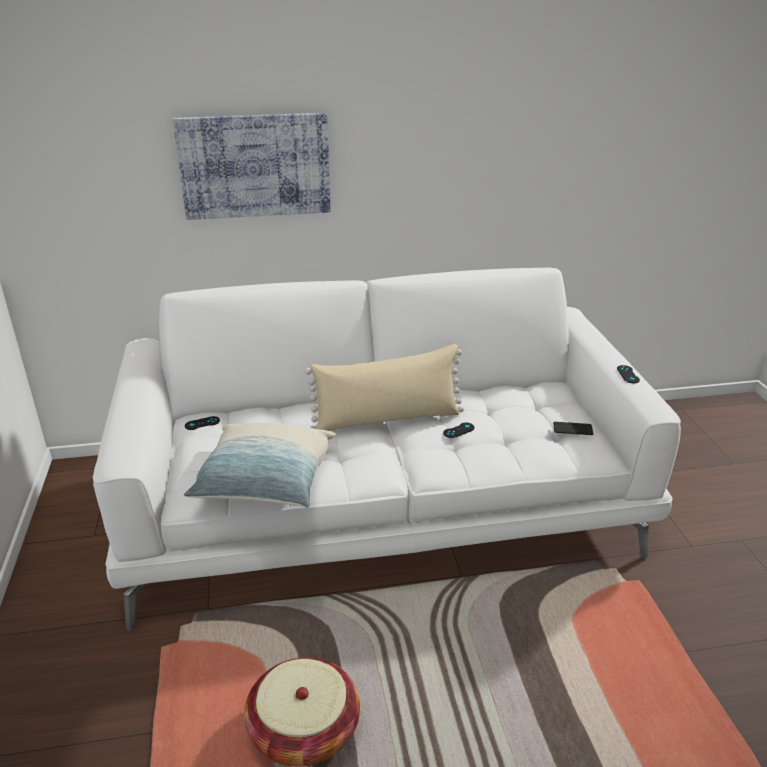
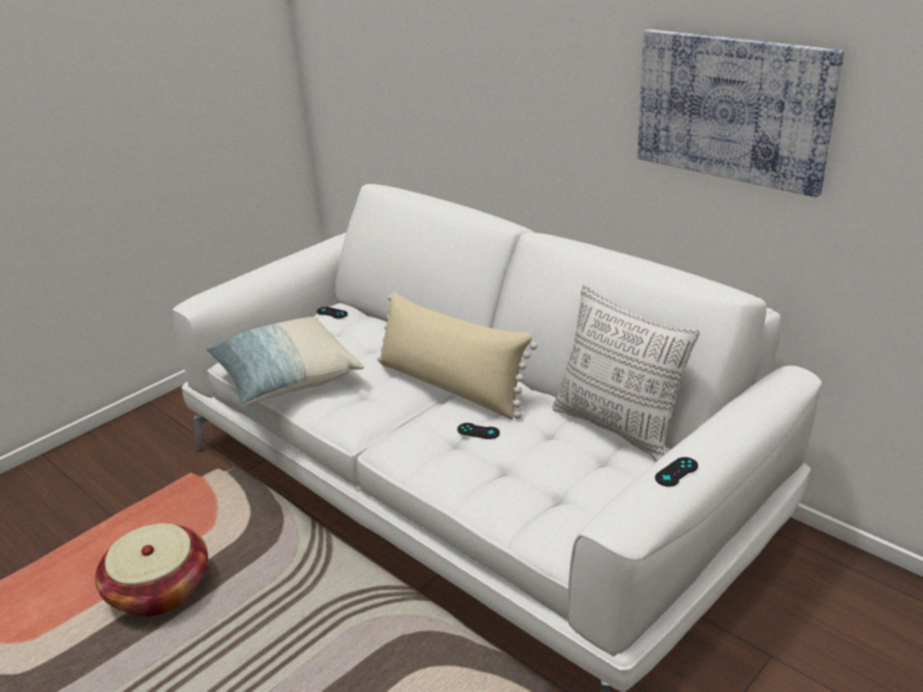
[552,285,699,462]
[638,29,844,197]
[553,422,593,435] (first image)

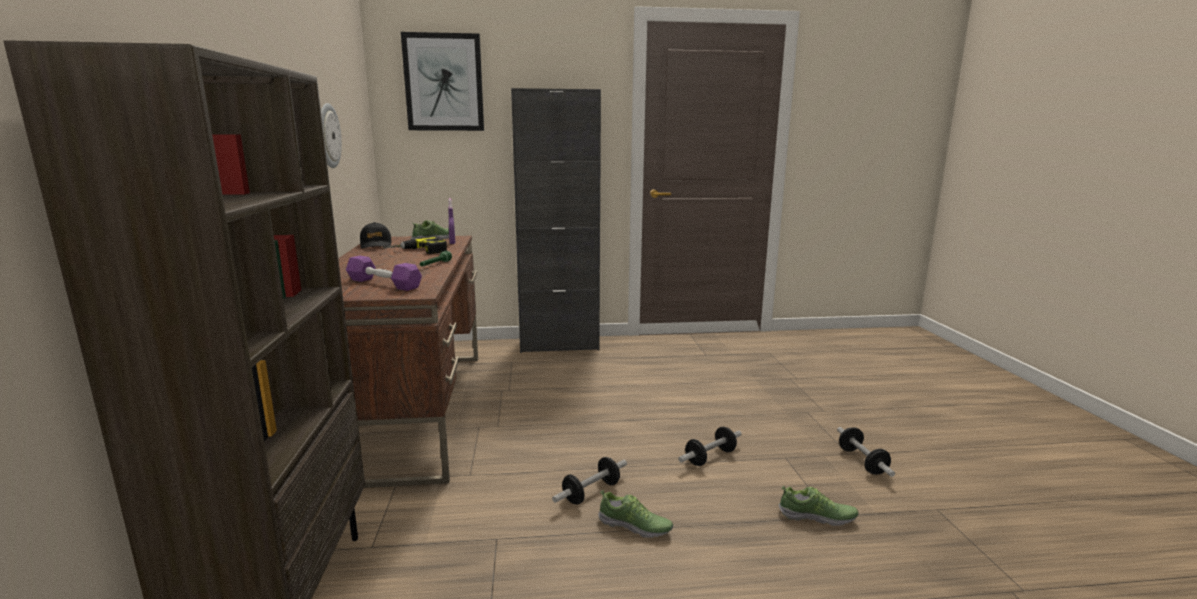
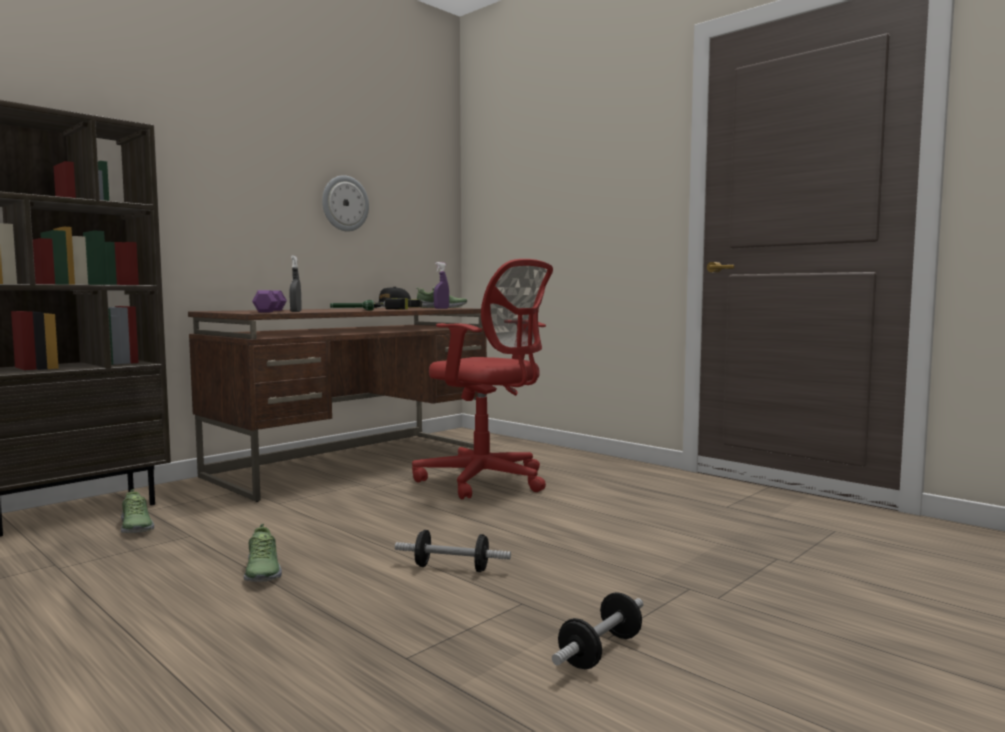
[121,489,154,533]
[290,256,302,312]
[412,259,553,499]
[401,32,484,131] (first image)
[511,88,601,353] (first image)
[552,457,627,504] (first image)

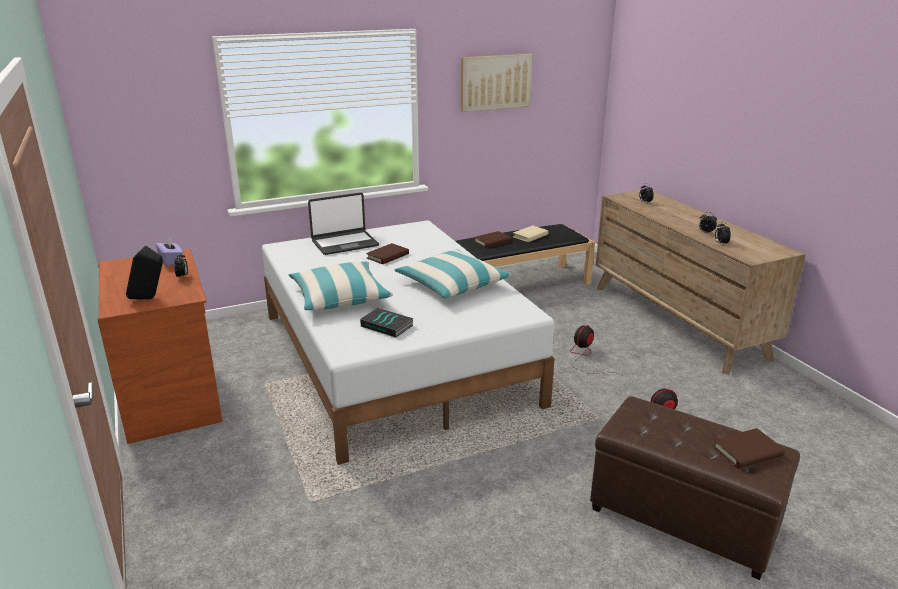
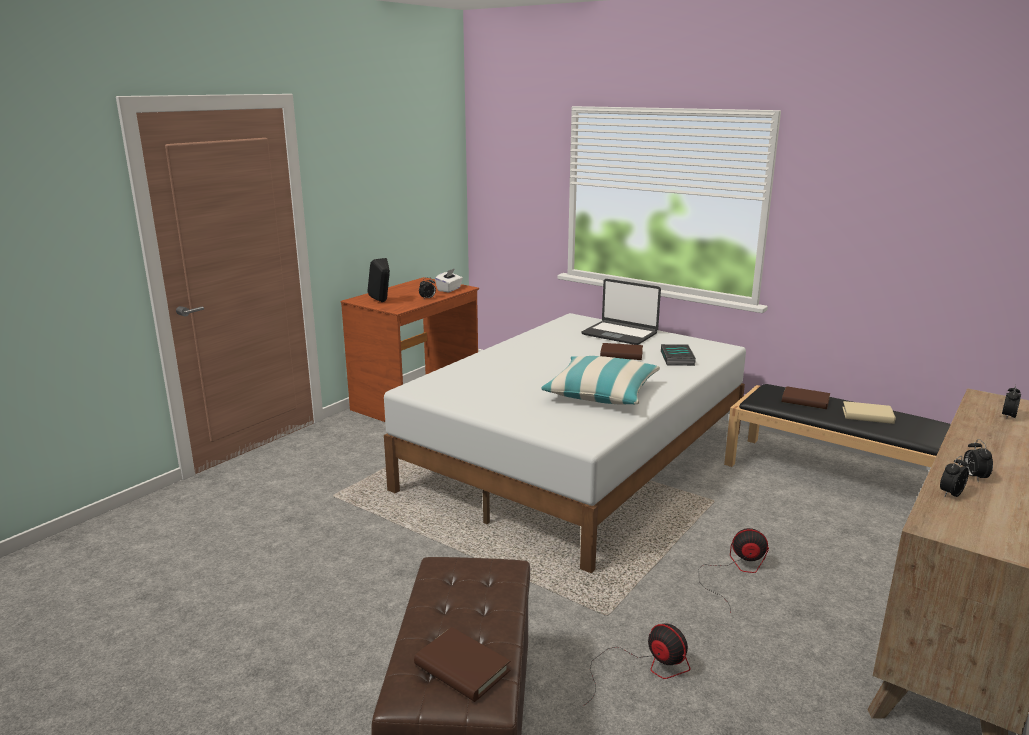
[435,268,463,292]
[661,344,696,366]
[289,261,393,310] (first image)
[461,54,533,112] (first image)

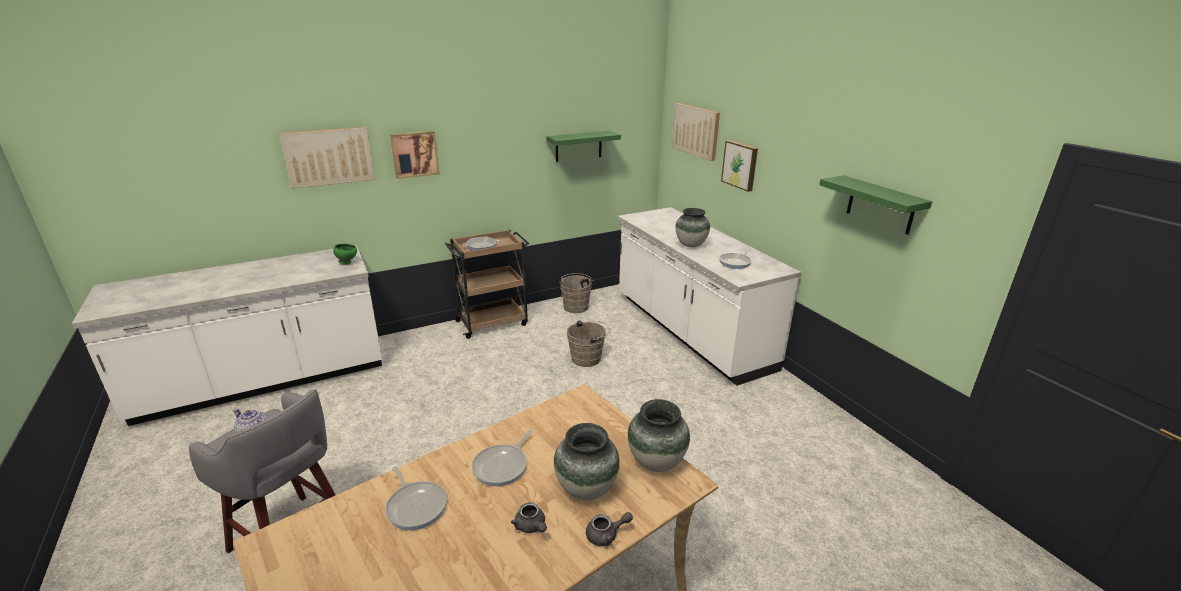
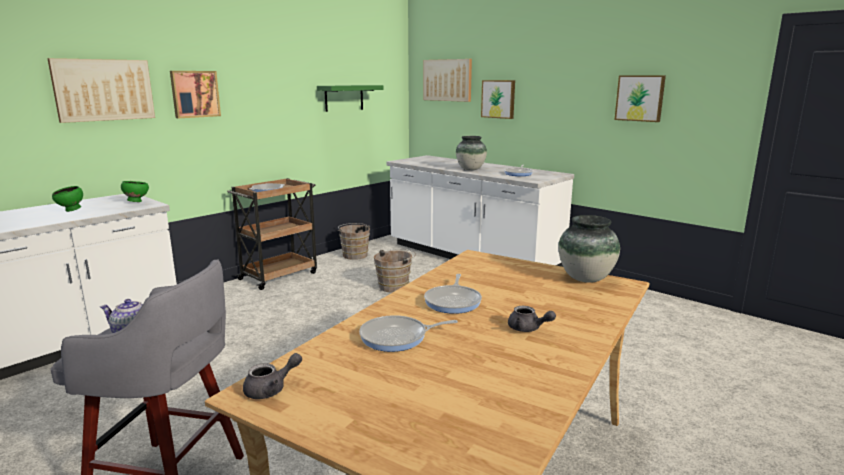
[52,186,83,212]
[243,353,302,399]
[359,315,458,352]
[615,75,666,122]
[554,423,620,501] (first image)

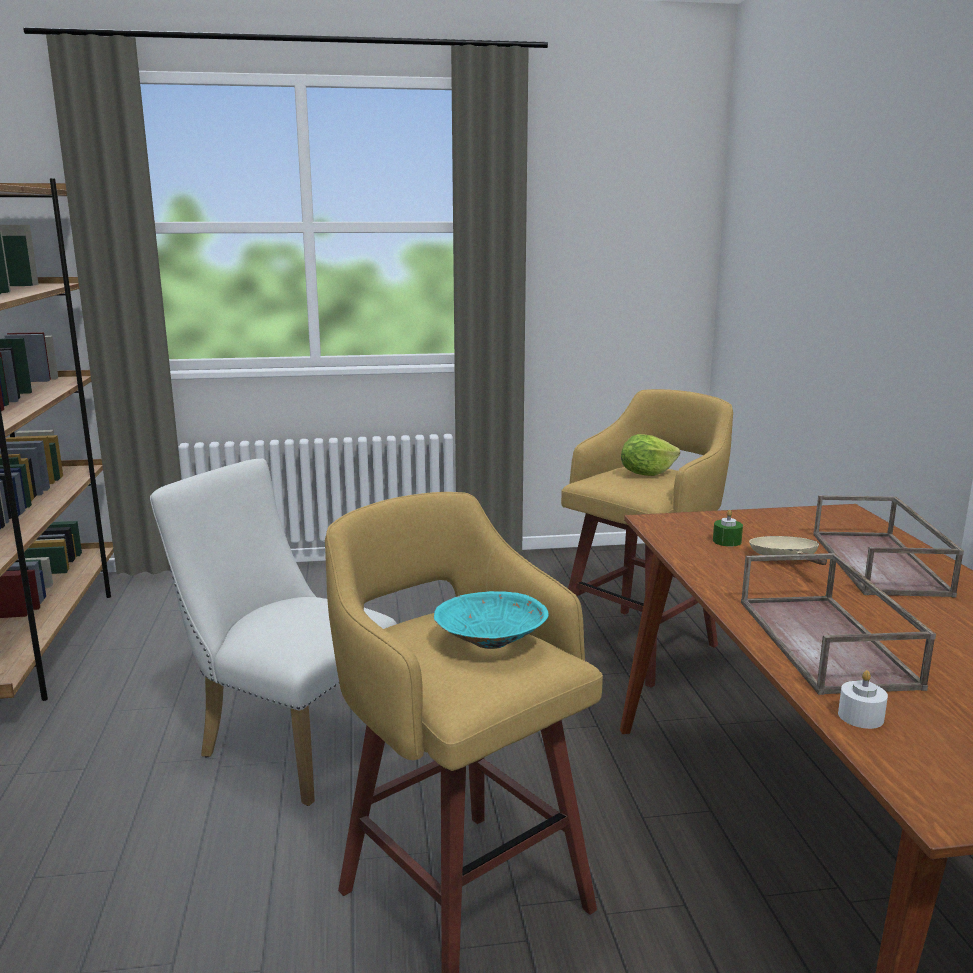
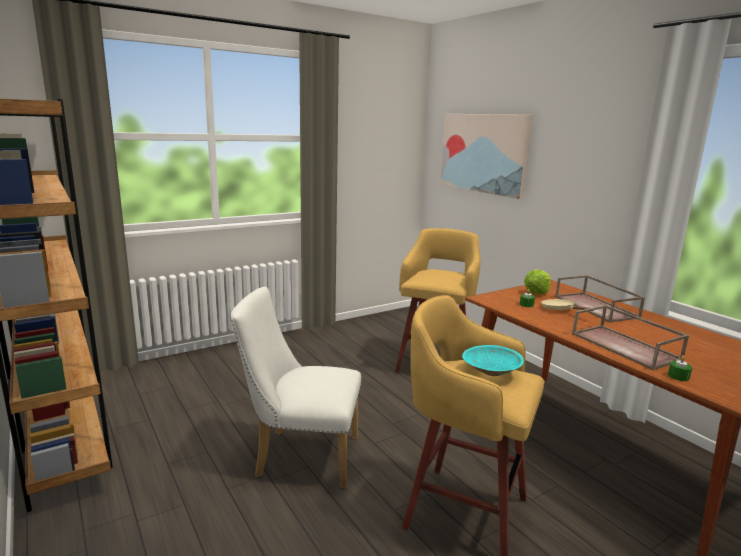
[440,114,533,199]
[524,270,551,294]
[668,356,692,381]

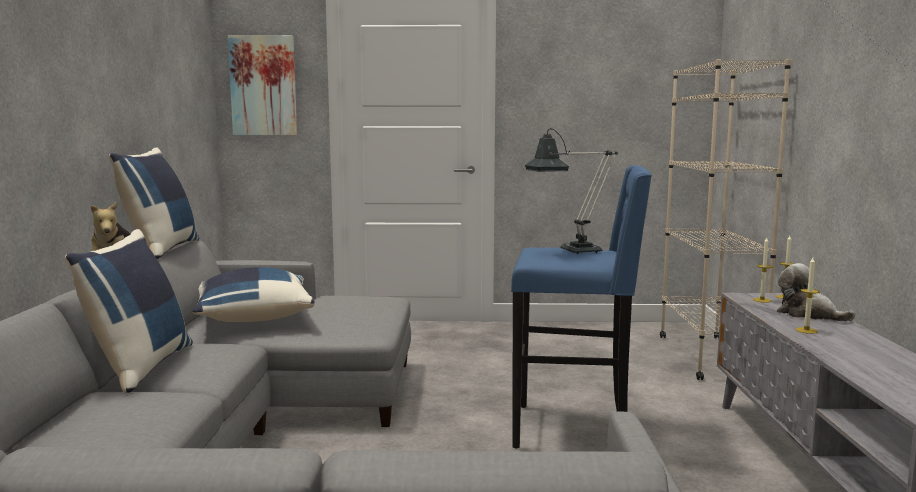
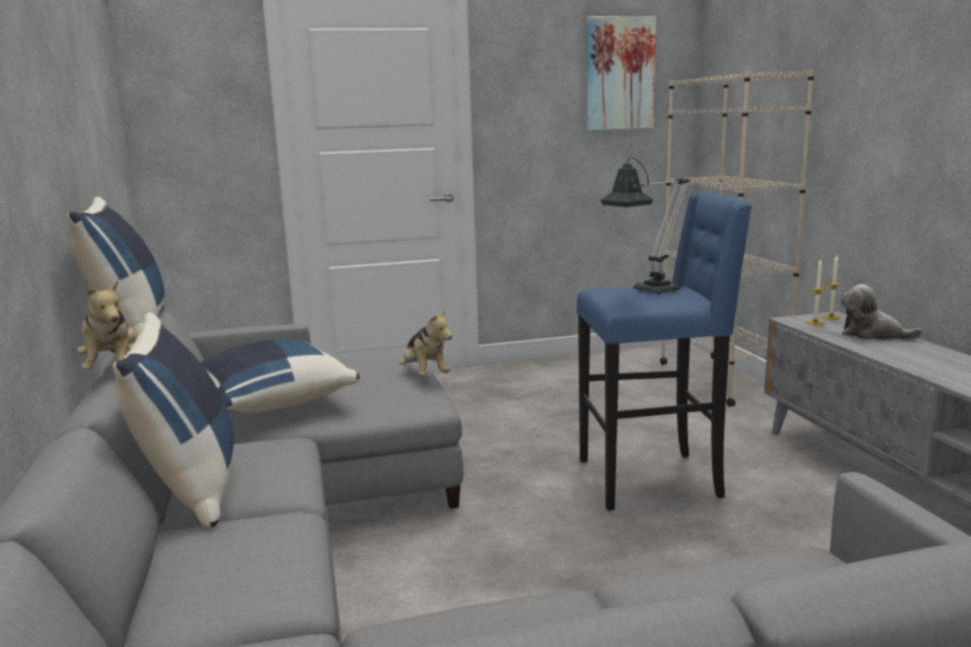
[399,309,452,376]
[587,16,656,130]
[795,258,820,334] (first image)

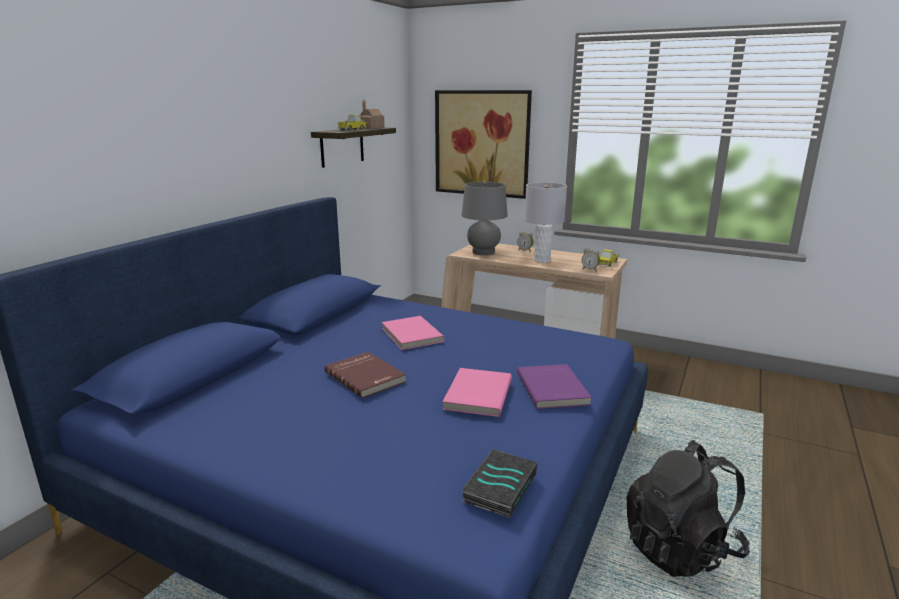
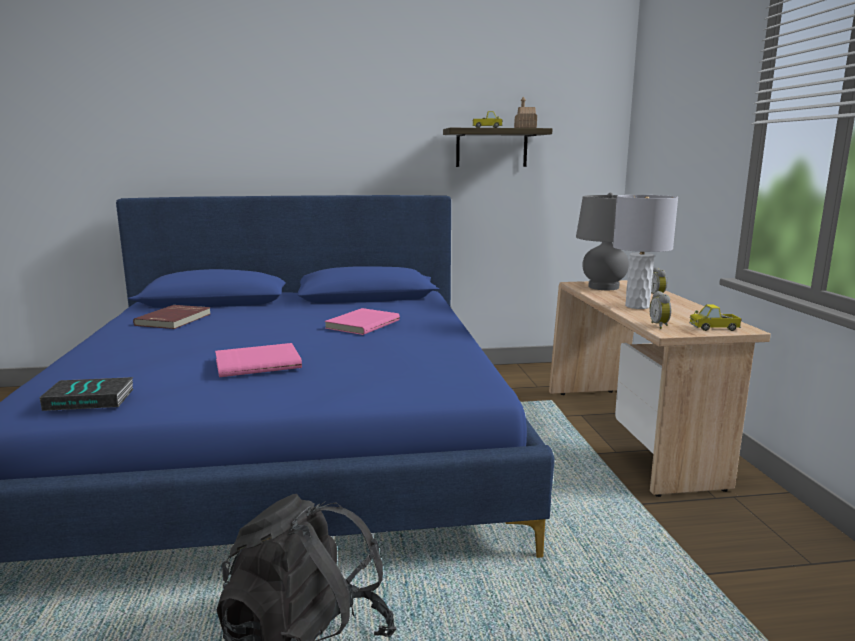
[133,305,211,329]
[435,90,532,199] (first image)
[517,364,592,409] (first image)

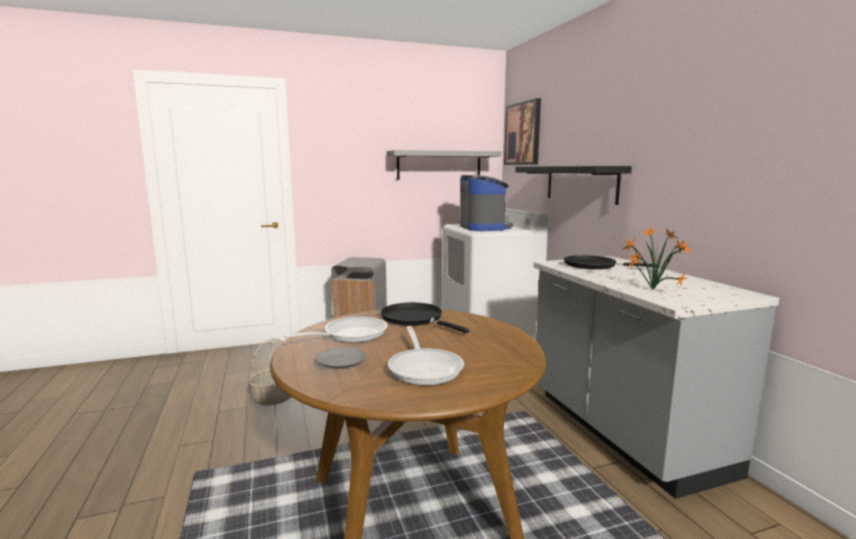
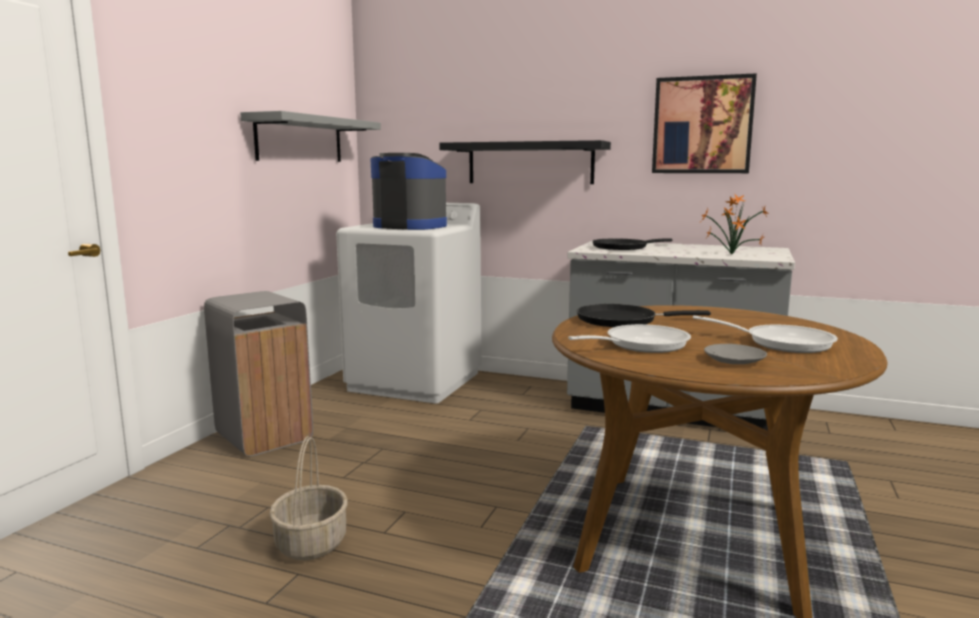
[568,324,691,353]
[652,73,757,173]

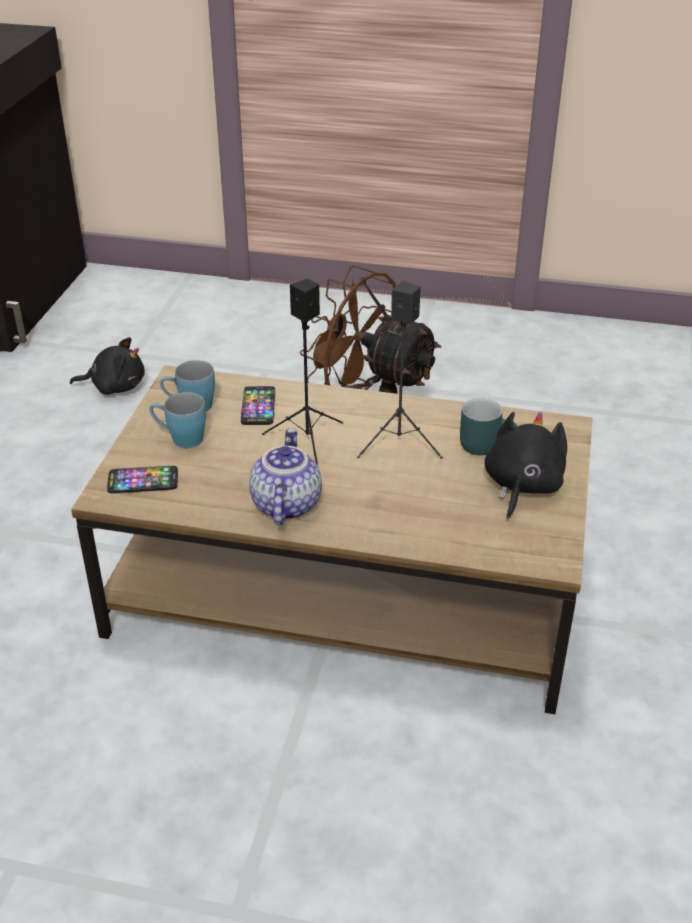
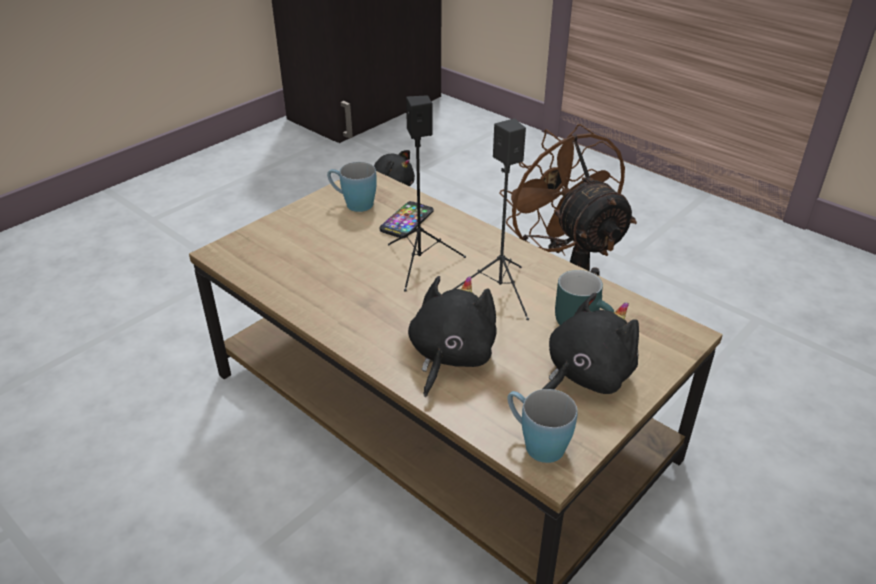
[408,276,497,397]
[507,389,578,463]
[107,466,178,493] (first image)
[249,428,322,525] (first image)

